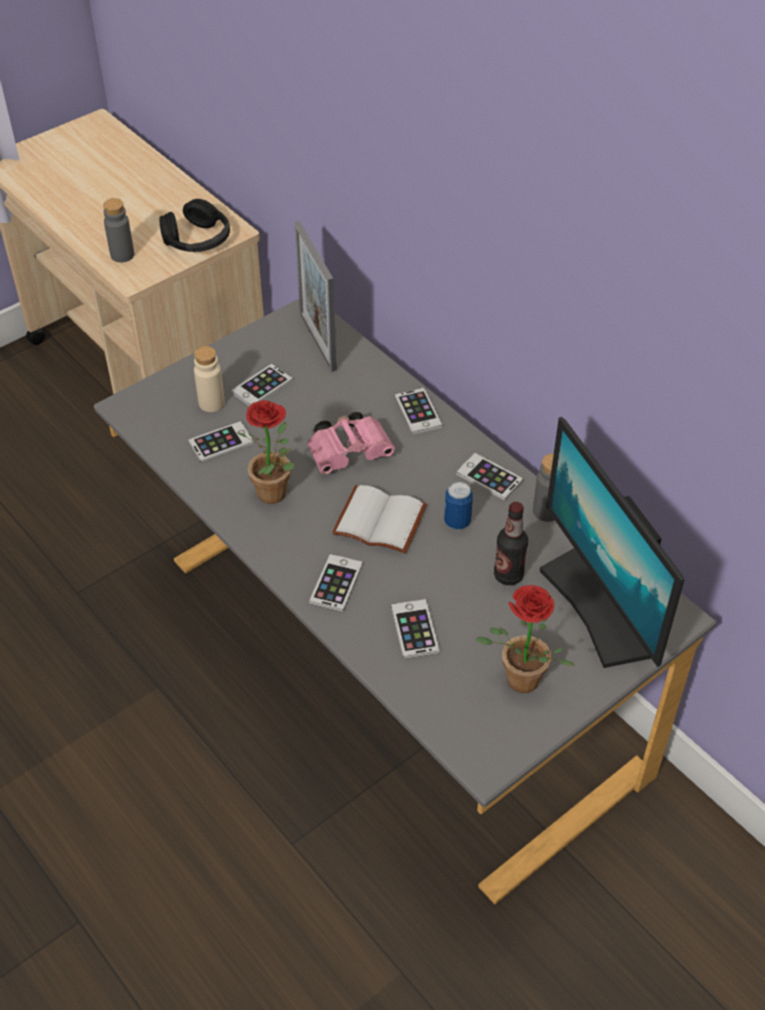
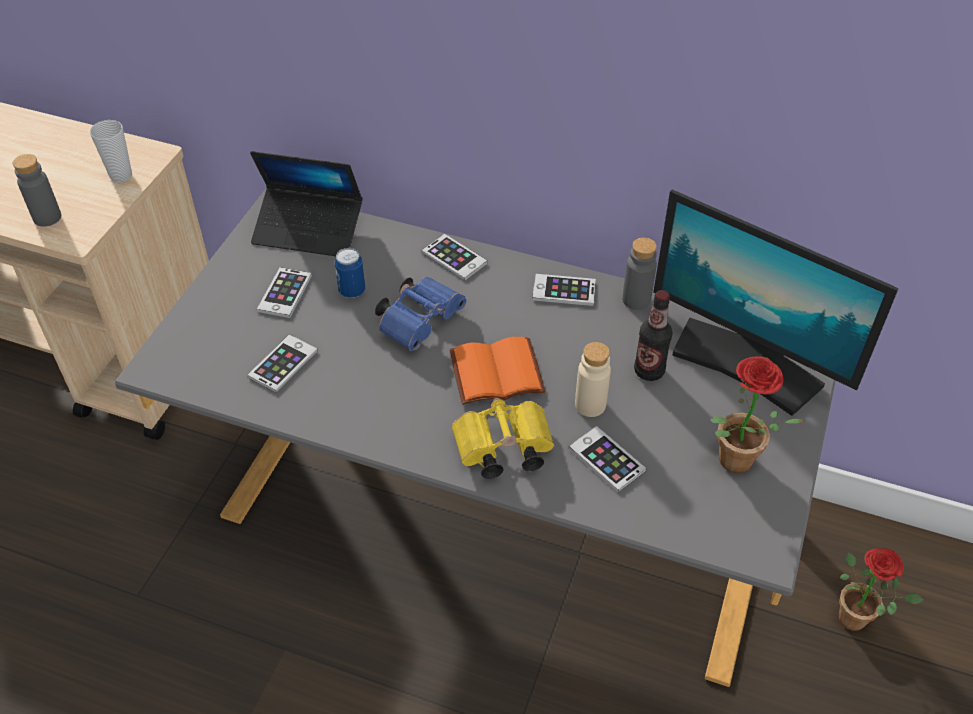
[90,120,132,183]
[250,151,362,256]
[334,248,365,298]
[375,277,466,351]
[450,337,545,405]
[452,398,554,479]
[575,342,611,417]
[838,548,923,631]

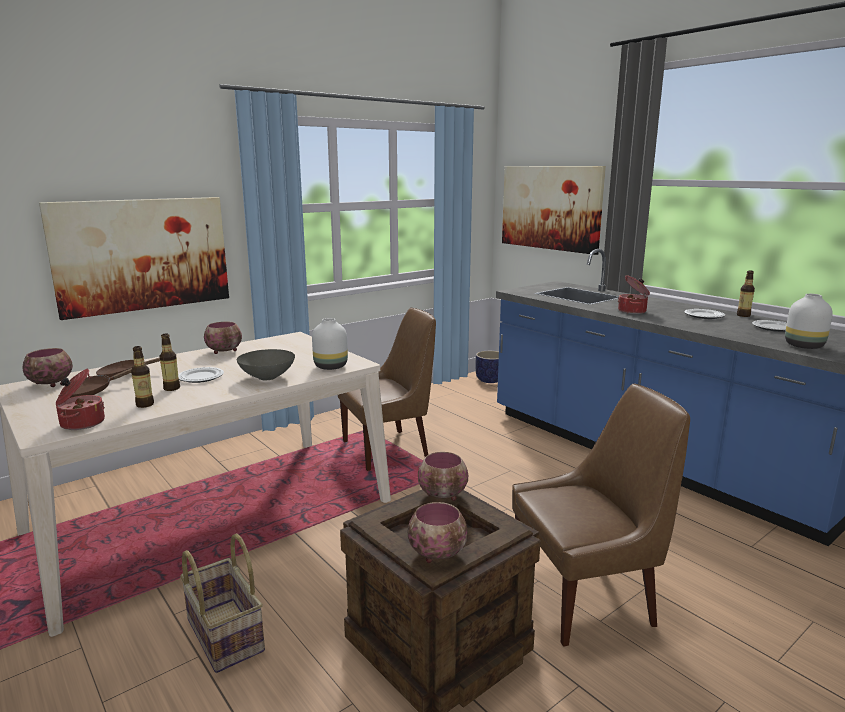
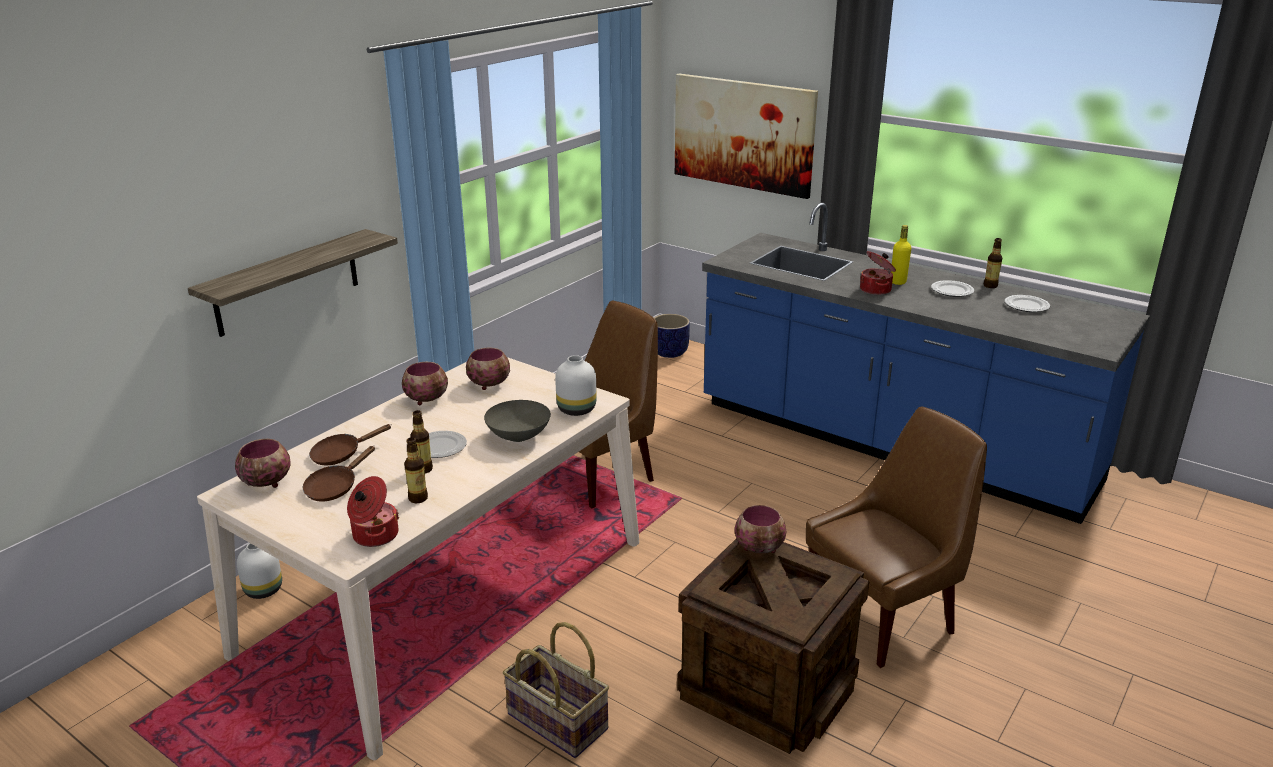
[188,229,398,337]
[237,543,282,599]
[466,348,510,390]
[891,225,911,285]

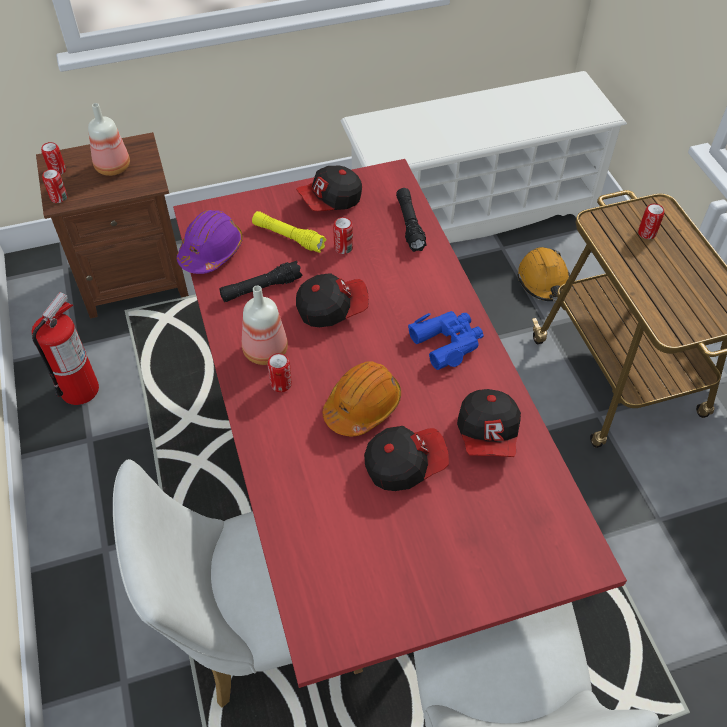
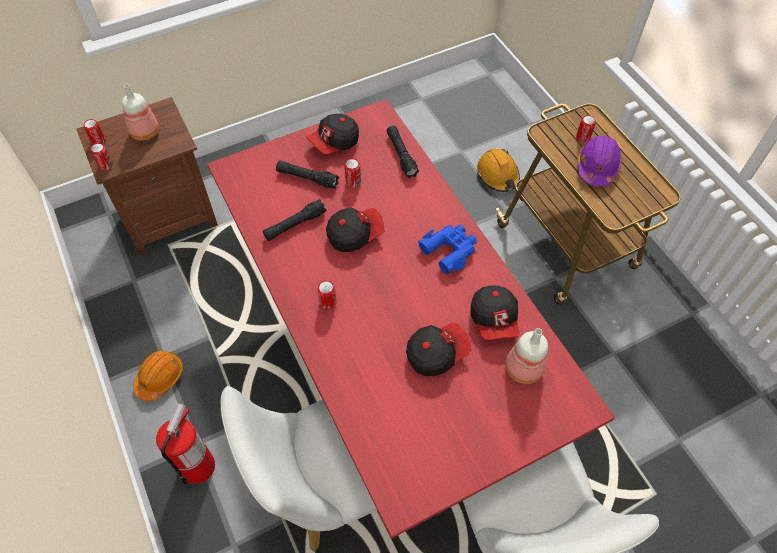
[133,351,183,401]
[156,403,215,484]
[276,160,339,189]
[505,328,548,384]
[577,136,622,187]
[341,71,627,243] (first image)

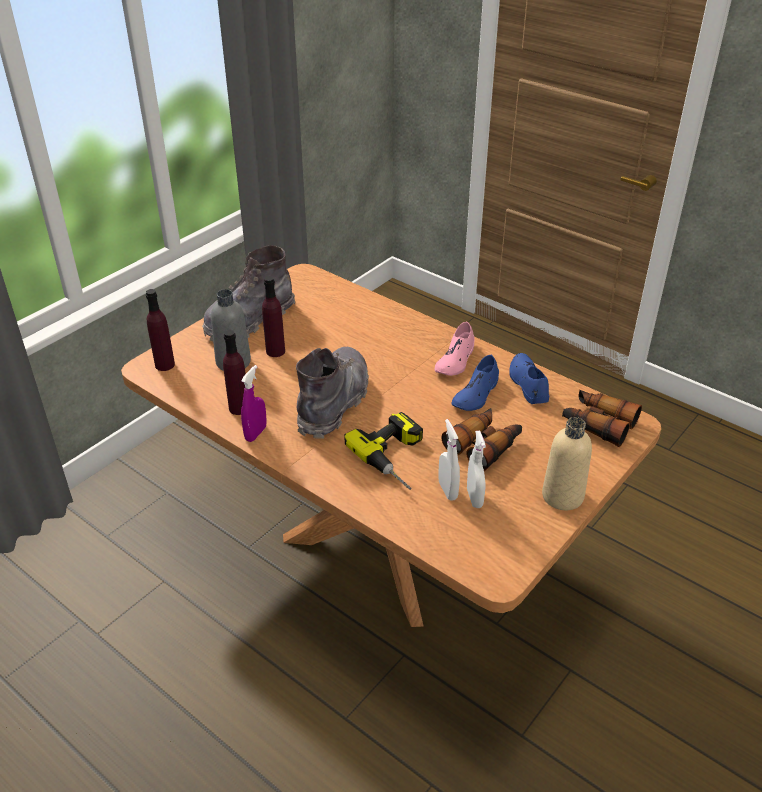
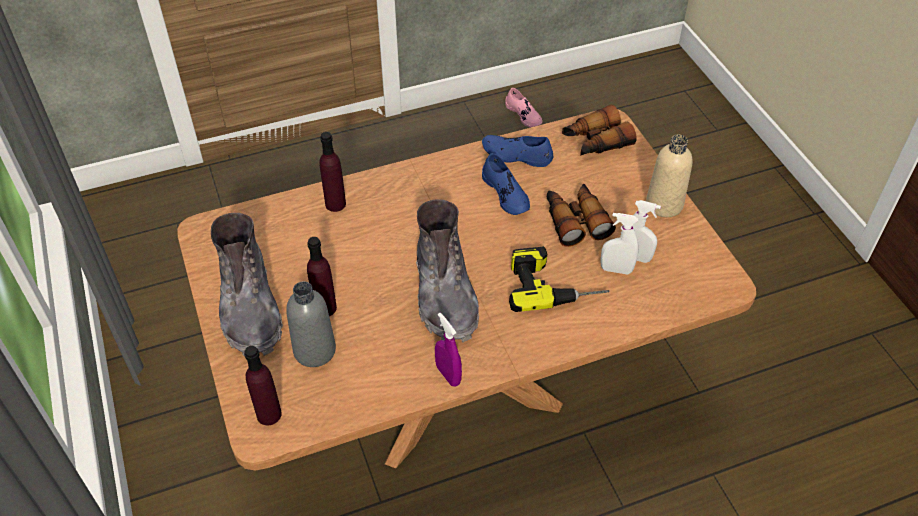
[319,132,346,212]
[416,199,479,343]
[505,88,542,127]

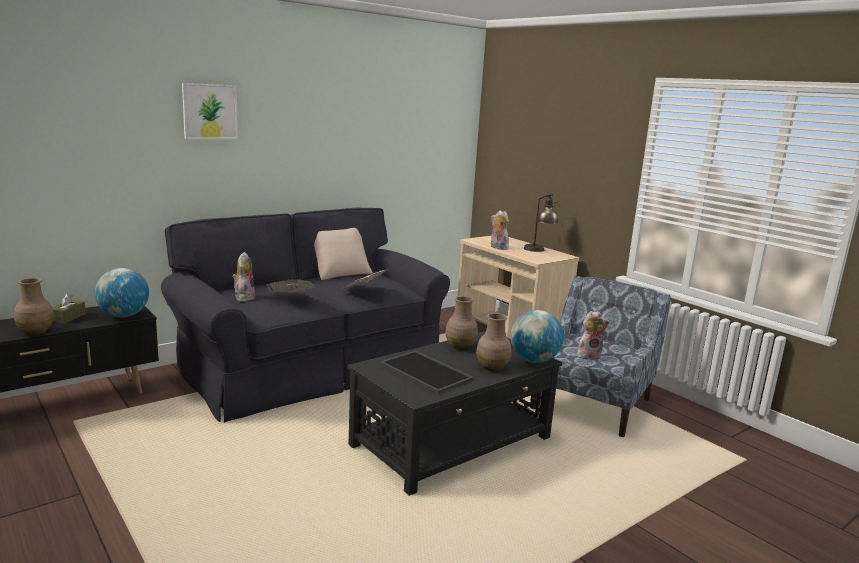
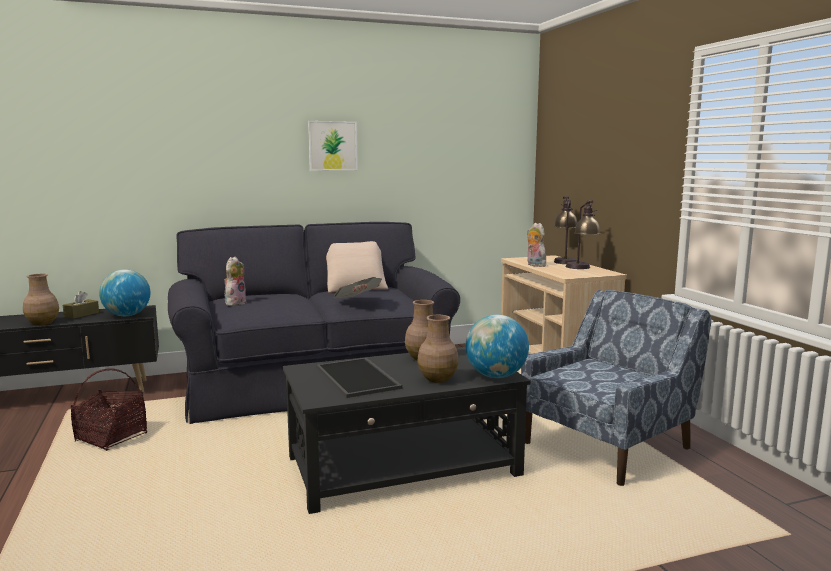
[71,368,147,451]
[308,121,358,171]
[554,196,577,264]
[266,279,316,293] (first image)
[577,311,610,360] (first image)

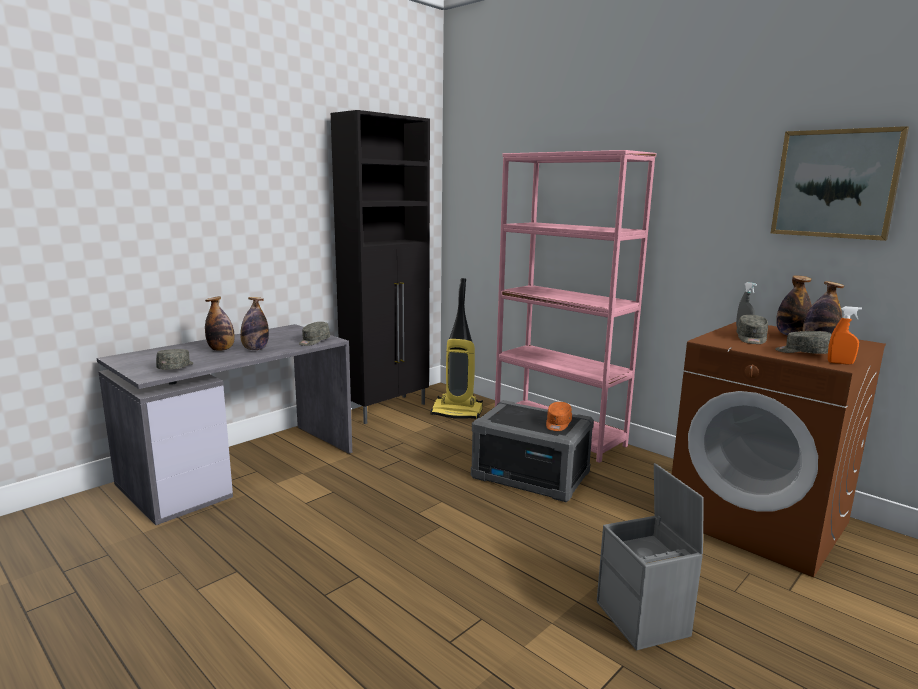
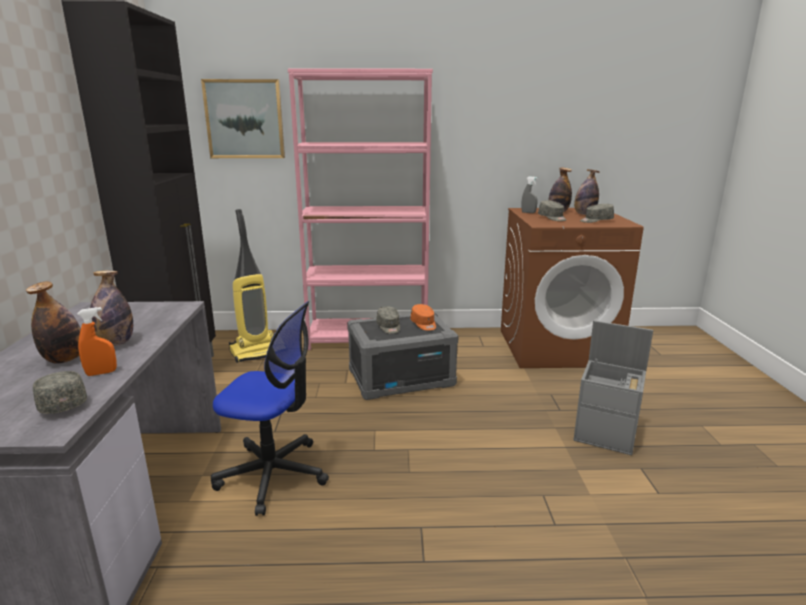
[77,307,117,376]
[201,79,285,158]
[211,301,329,516]
[377,306,400,334]

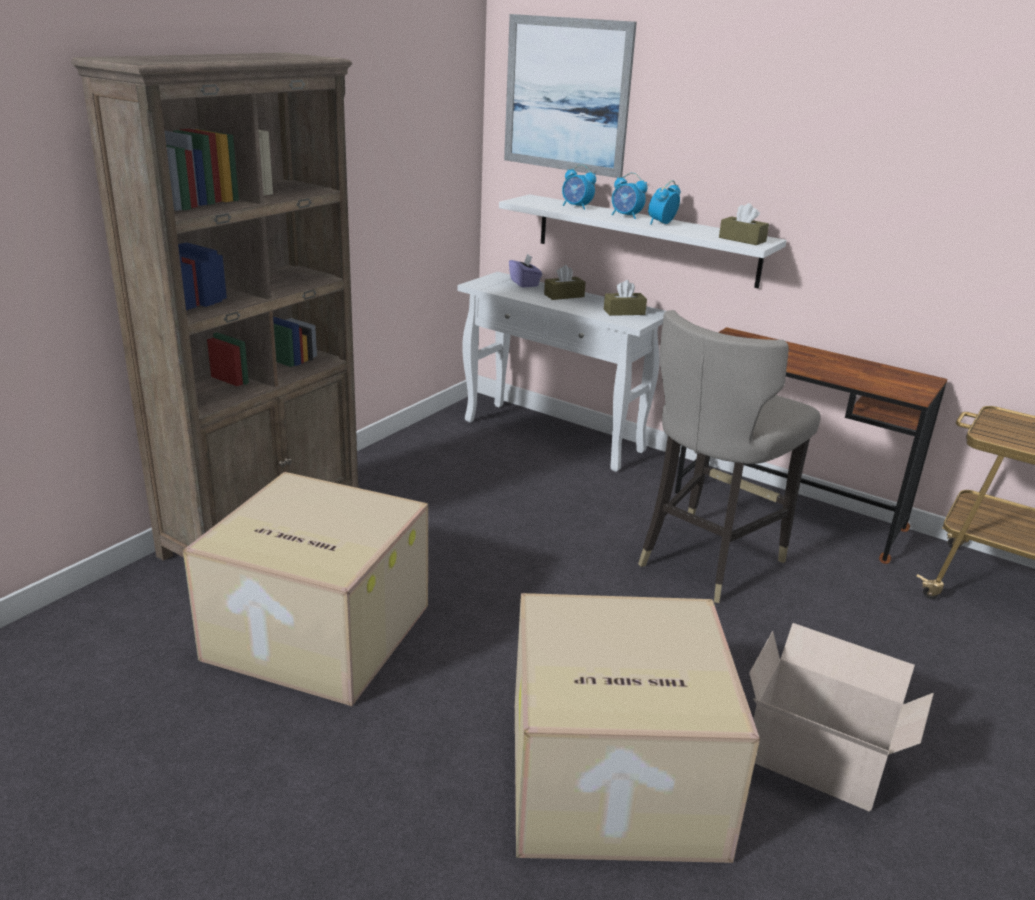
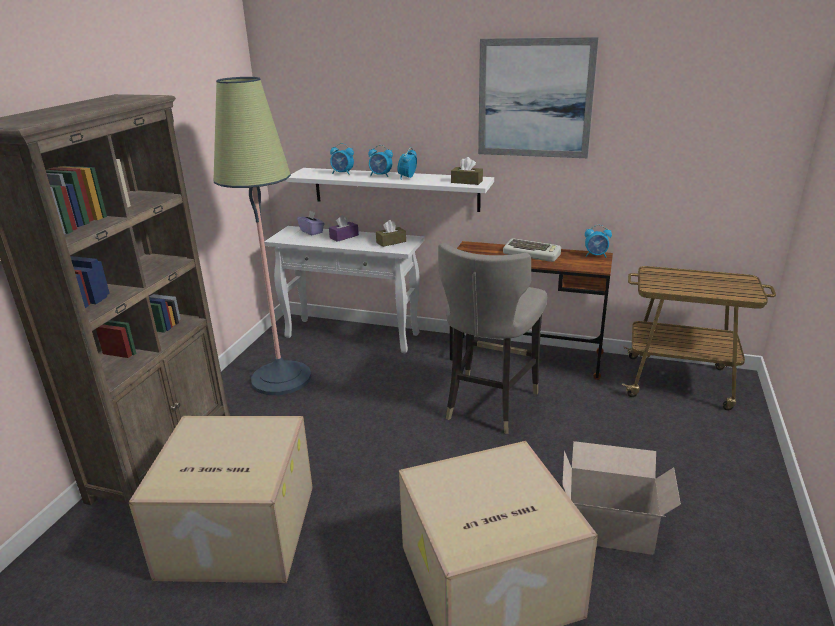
[213,77,311,395]
[329,215,359,242]
[478,37,599,158]
[503,238,561,262]
[585,225,612,257]

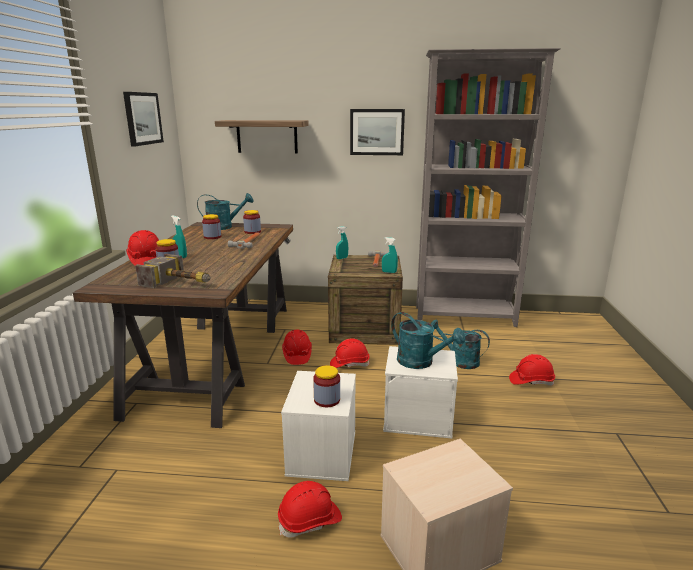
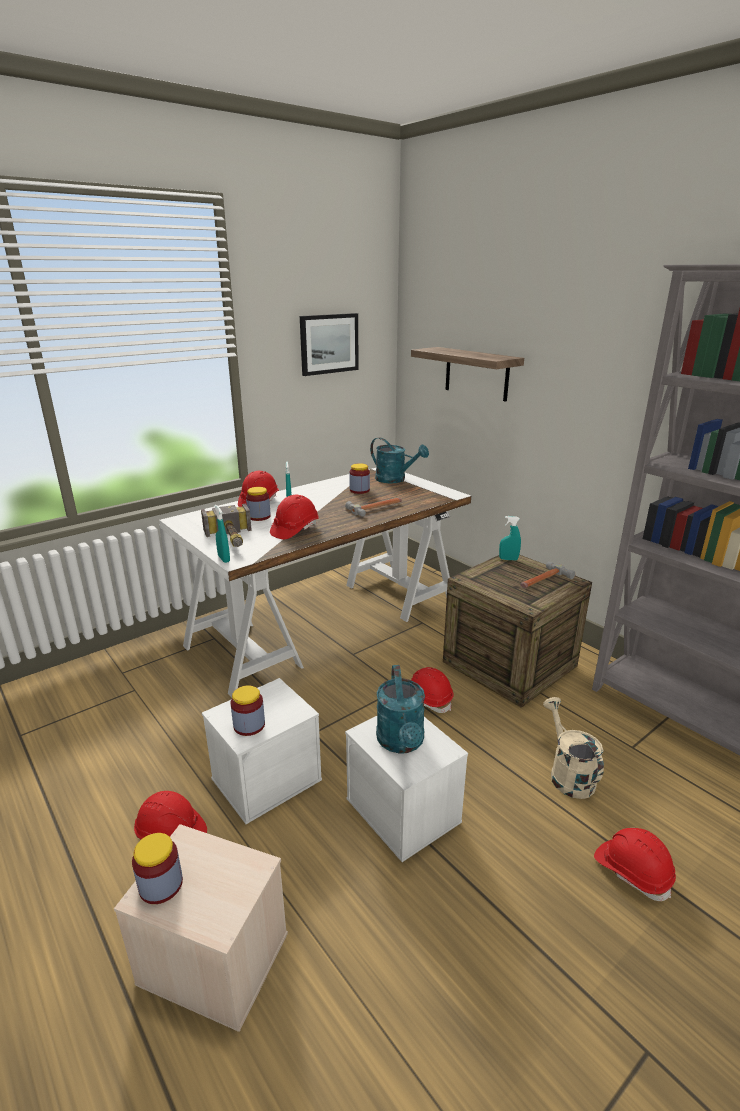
[132,833,183,904]
[159,468,471,698]
[214,505,230,563]
[270,495,319,539]
[543,697,604,799]
[350,109,405,155] (first image)

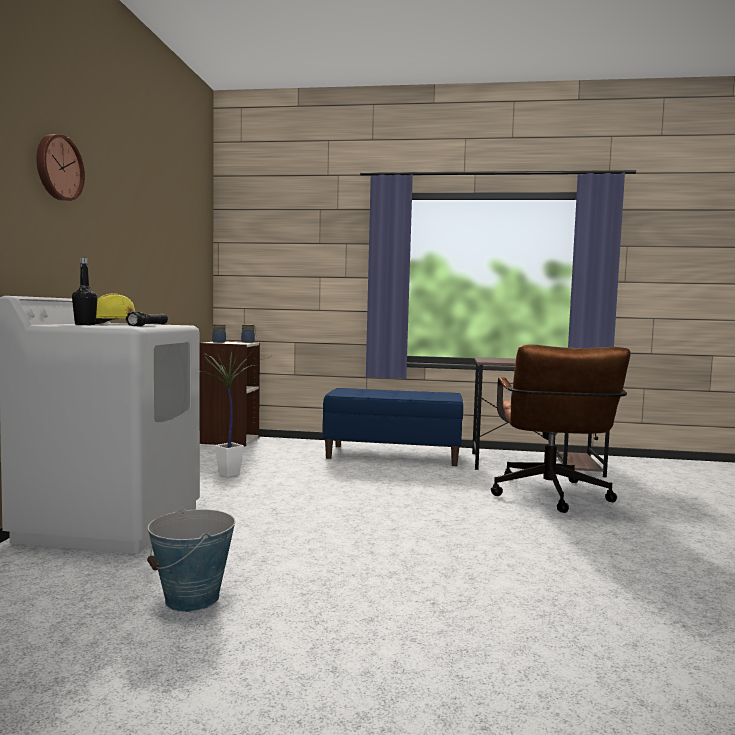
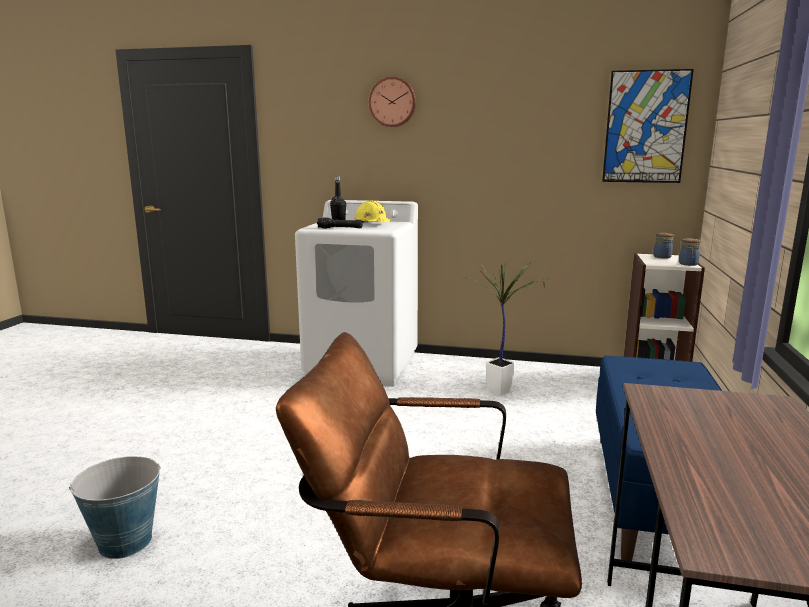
[69,456,160,559]
[602,69,694,183]

